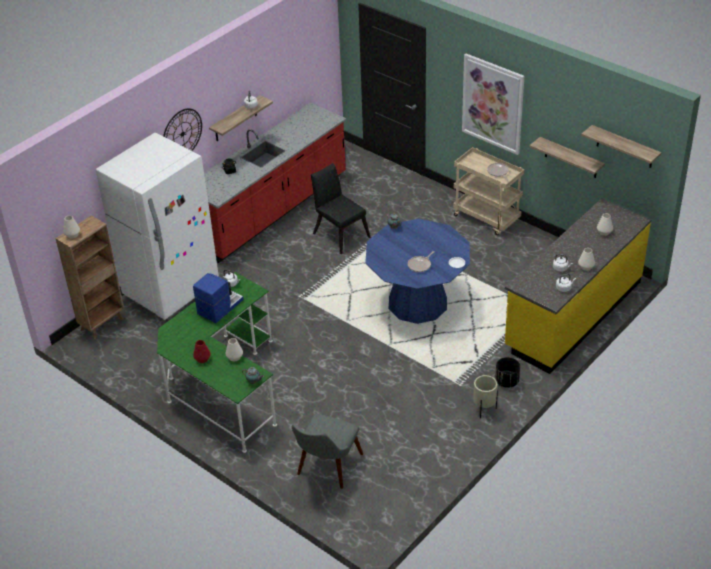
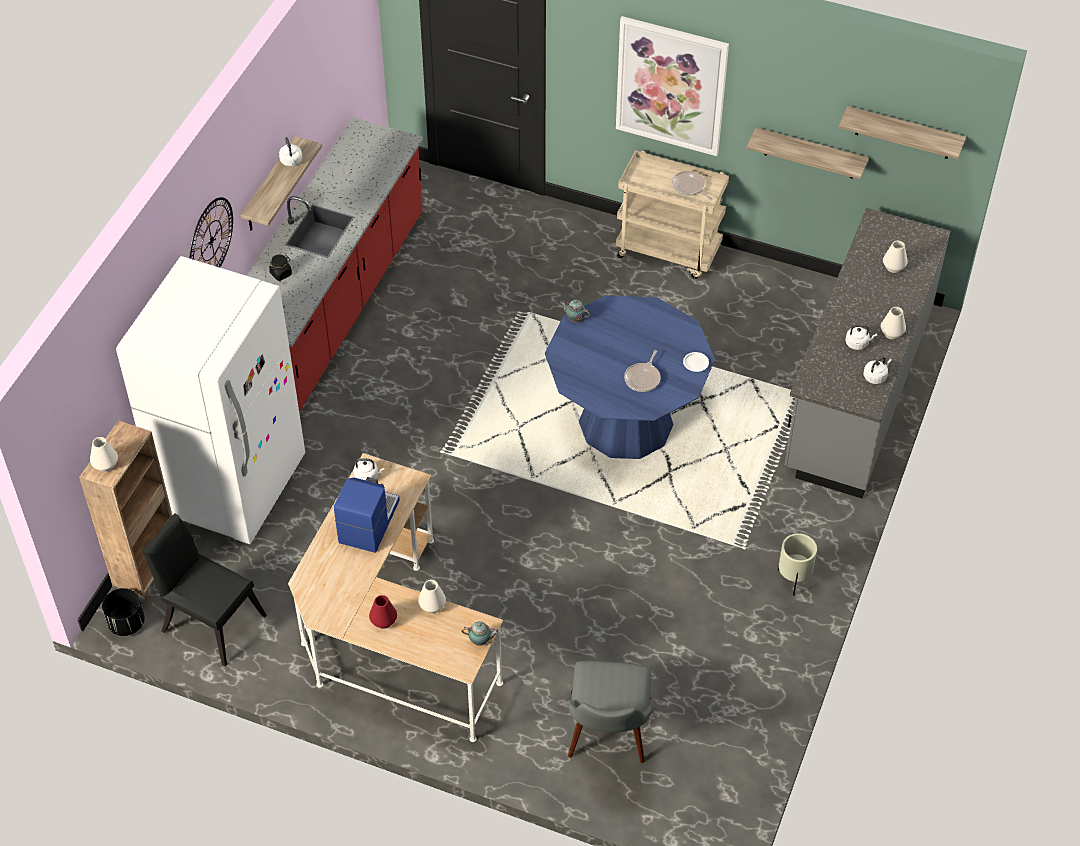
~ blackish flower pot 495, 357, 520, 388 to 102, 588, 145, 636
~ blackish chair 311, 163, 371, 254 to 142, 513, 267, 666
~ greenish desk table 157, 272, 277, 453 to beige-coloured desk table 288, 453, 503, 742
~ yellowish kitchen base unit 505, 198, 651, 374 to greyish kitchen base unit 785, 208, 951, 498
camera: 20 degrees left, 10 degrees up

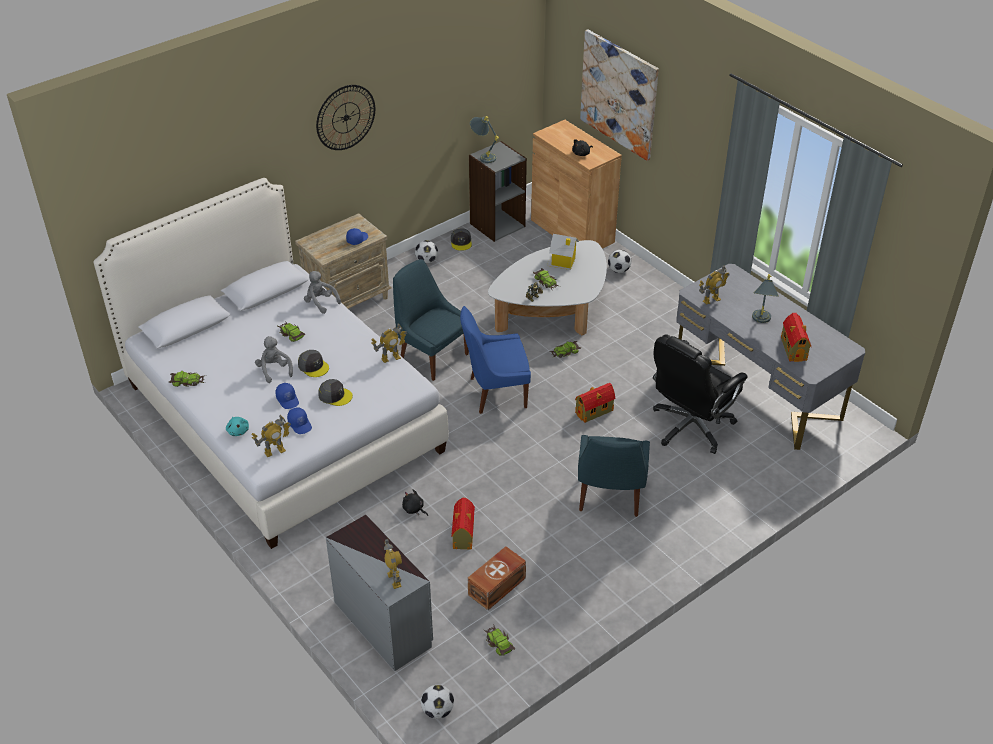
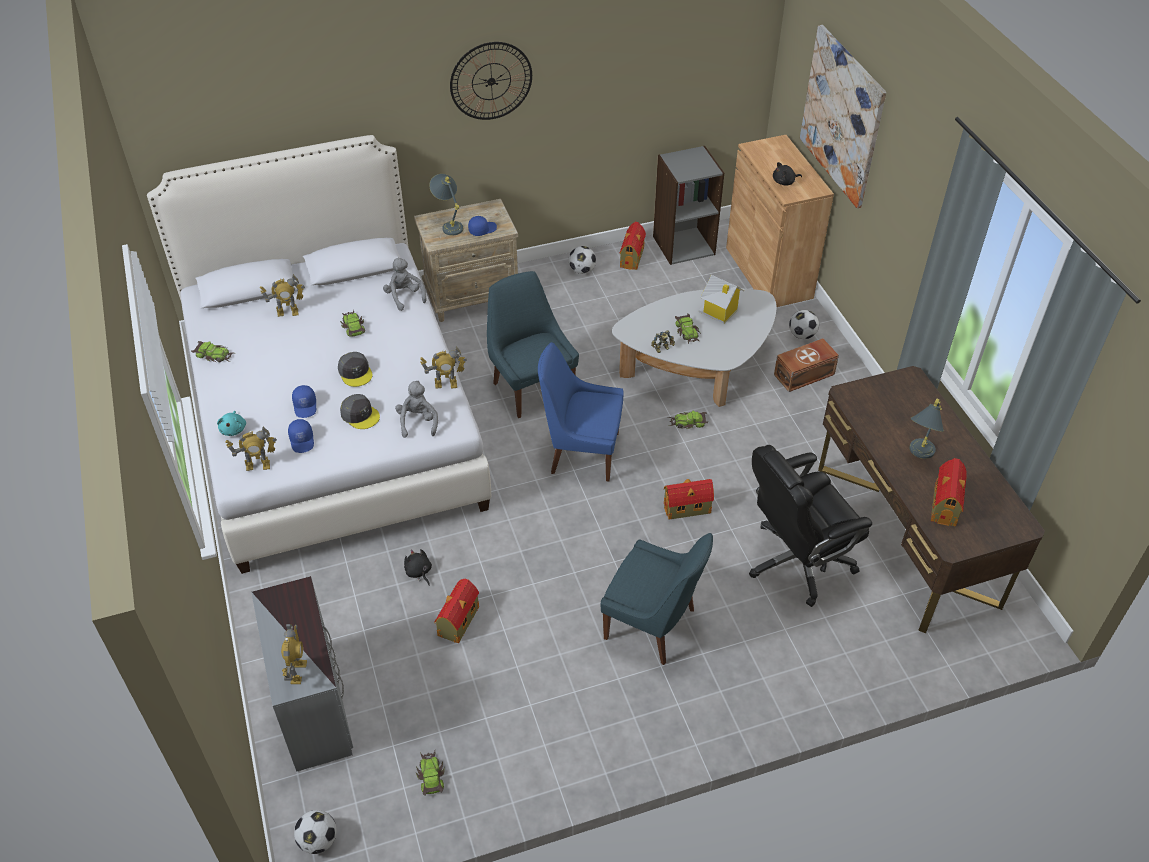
~ model robot 699, 265, 730, 305 to 260, 274, 305, 317
~ greyish soft toy 255, 336, 293, 383 to 395, 380, 438, 438
~ greyish tabletop lamp 470, 116, 499, 163 to 429, 174, 463, 236
~ blue chair 578, 435, 650, 517 = 601, 533, 713, 665 90 degrees counterclockwise
~ greyish peaked cap 451, 229, 472, 251 to model house 620, 222, 646, 270
~ brownish storage container 468, 546, 526, 610 to 774, 338, 839, 392
~ greyish desk table 677, 264, 865, 450 to brownish desk table 818, 366, 1045, 633
camera: 20 degrees right, 5 degrees up

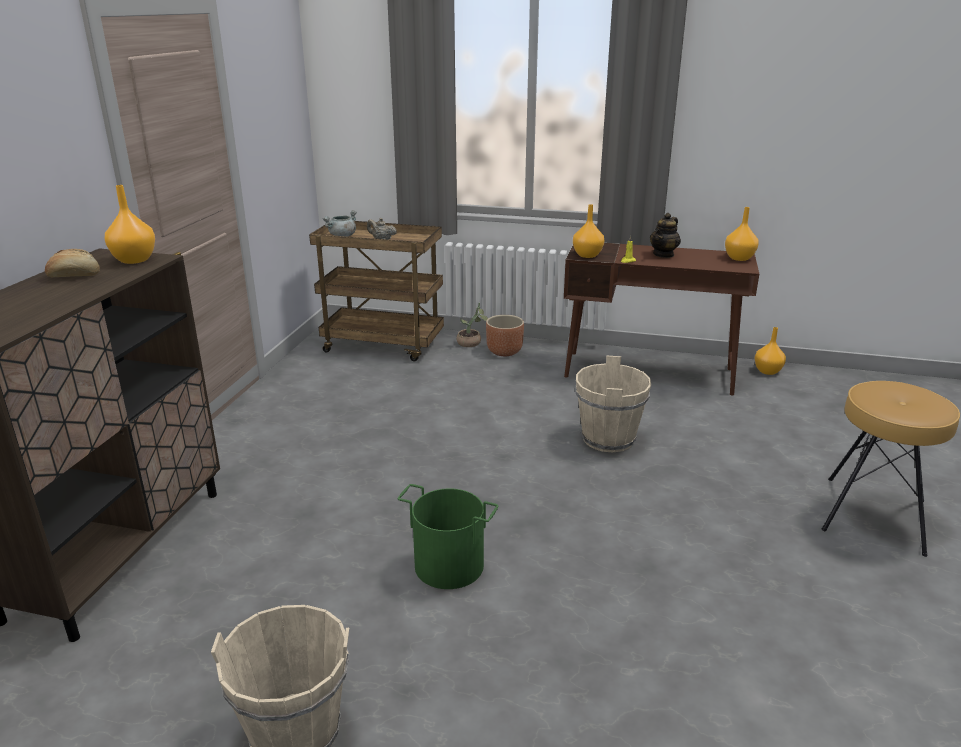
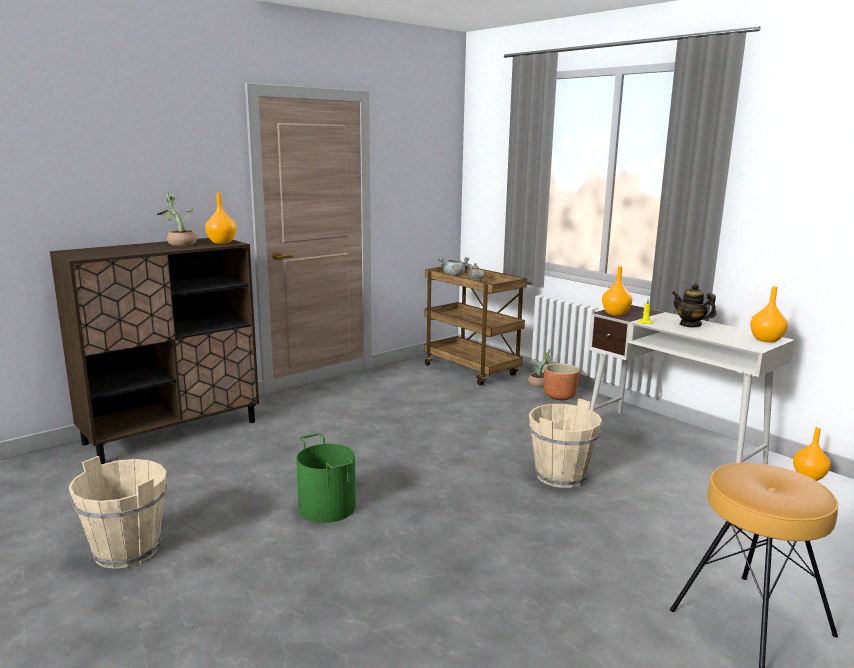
~ baked bread 45, 249, 100, 277 to potted plant 157, 193, 197, 246
~ brownish desk table 564, 243, 759, 395 to whitish desk table 588, 305, 795, 465
~ pot for tea 650, 213, 681, 258 = 672, 283, 716, 327 60 degrees clockwise
camera: 35 degrees right, 10 degrees down

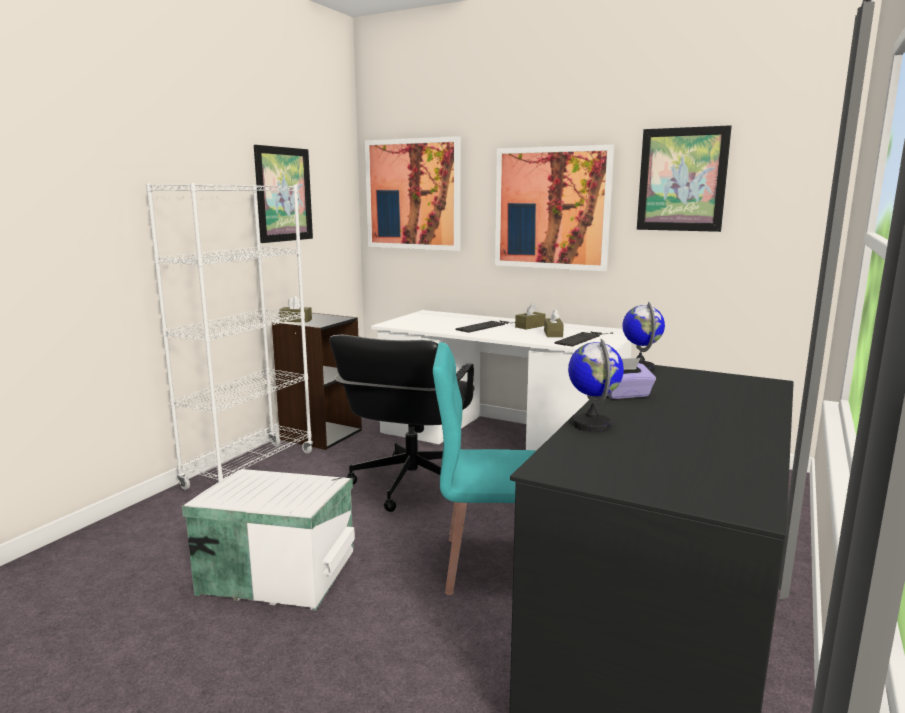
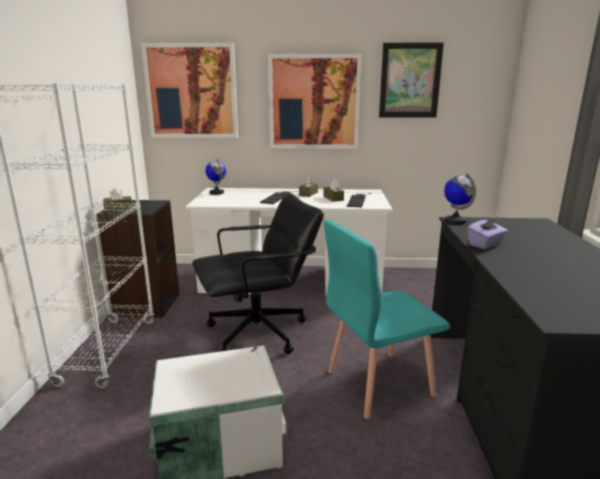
~ blackish computer chair 330, 335, 475, 512 = 192, 193, 324, 354 105 degrees counterclockwise
~ globe 568, 339, 624, 432 to 205, 159, 226, 195
- wall art 254, 145, 313, 243
camera: 25 degrees left, 5 degrees up

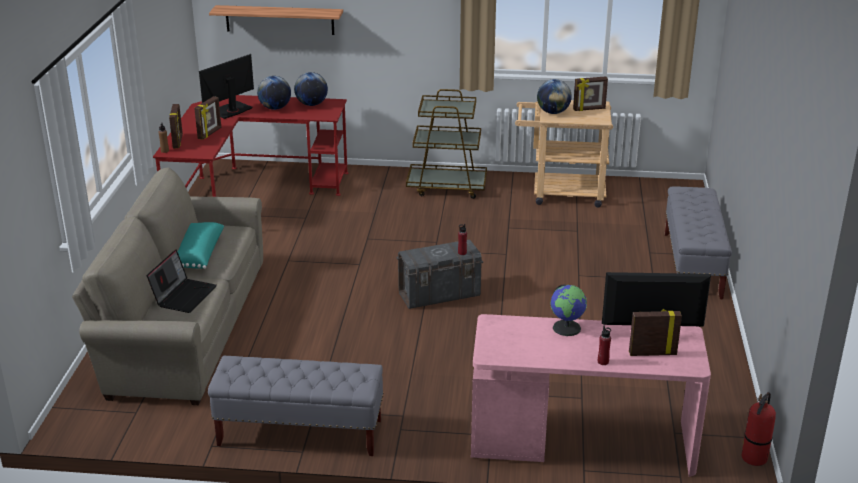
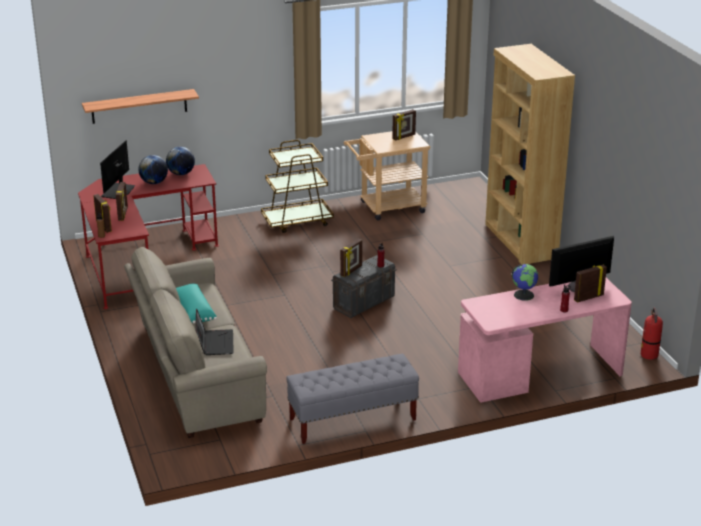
+ photo frame 340, 239, 362, 277
~ greyish bench 665, 187, 732, 299 to brownish bookshelf 485, 44, 575, 265
- globe 537, 79, 572, 114
camera: 25 degrees left, 0 degrees up

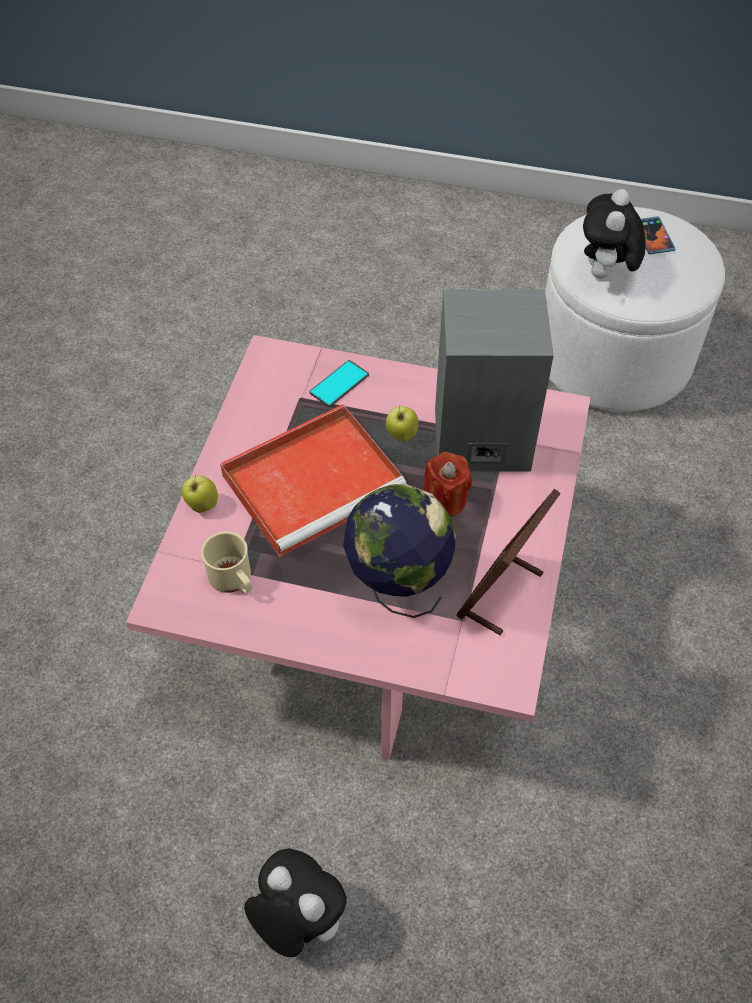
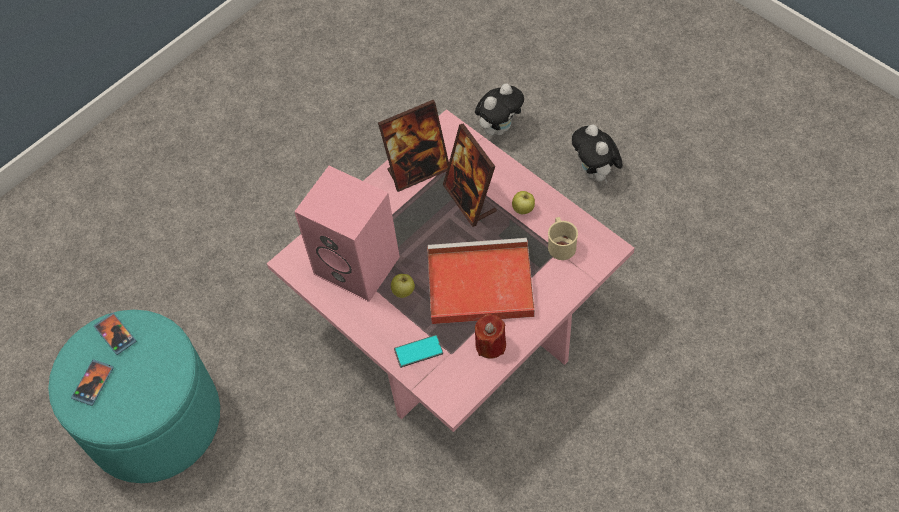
~ whitish footrest 545, 207, 725, 412 to turquoise-coloured footrest 48, 310, 220, 483
+ phone 94, 312, 136, 355
~ greyish loudspeaker 435, 290, 554, 471 to pinkish loudspeaker 294, 166, 400, 302
~ globe 343, 484, 456, 618 to photo frame 443, 124, 497, 227
~ soft toy 583, 189, 646, 278 to 475, 83, 524, 136
~ red candle 423, 452, 472, 517 to 475, 314, 506, 359
~ whole apple 182, 476, 218, 513 to 512, 191, 535, 214
camera: 145 degrees left, 5 degrees up

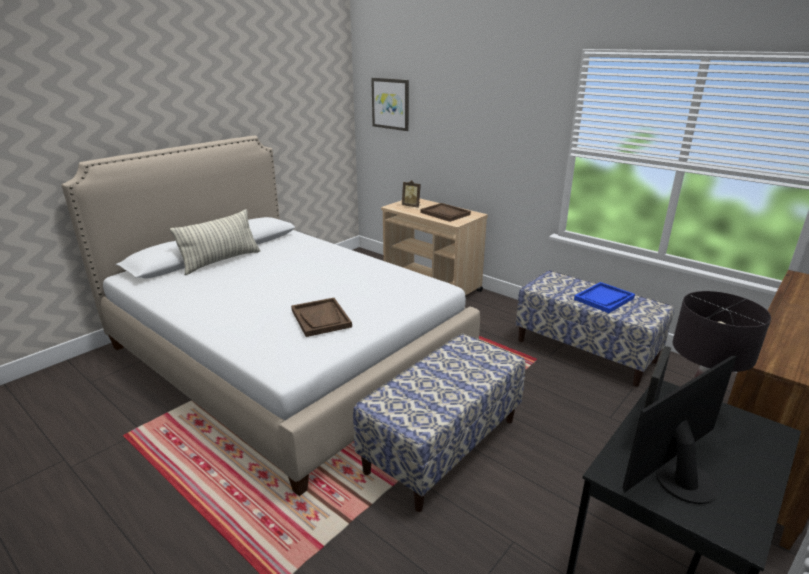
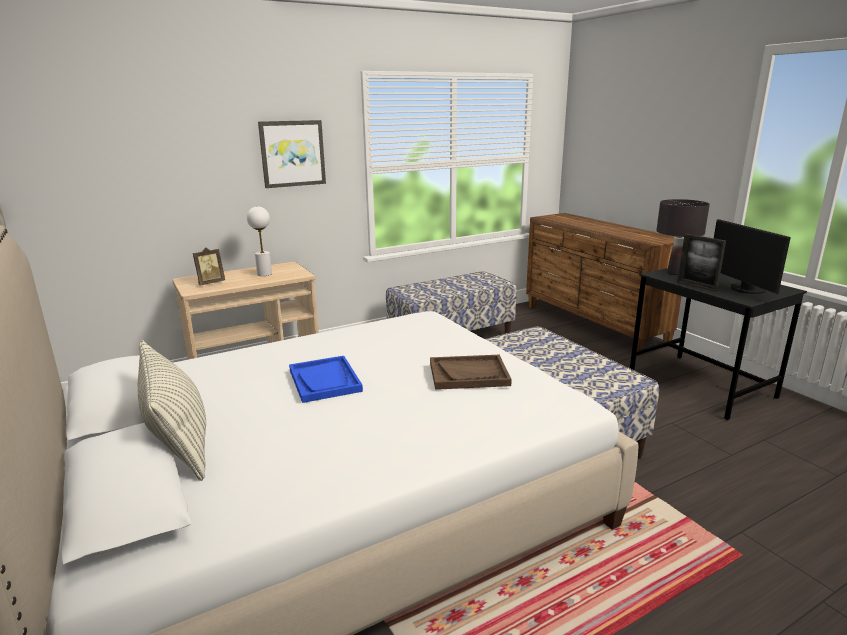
~ brownish tray 420, 203, 471, 222 to whitish tabletop lamp 247, 206, 272, 276
~ wall art 371, 78, 409, 131 to 258, 120, 326, 188
~ blue tray 574, 282, 635, 313 to 289, 356, 363, 403
camera: 70 degrees left, 5 degrees down

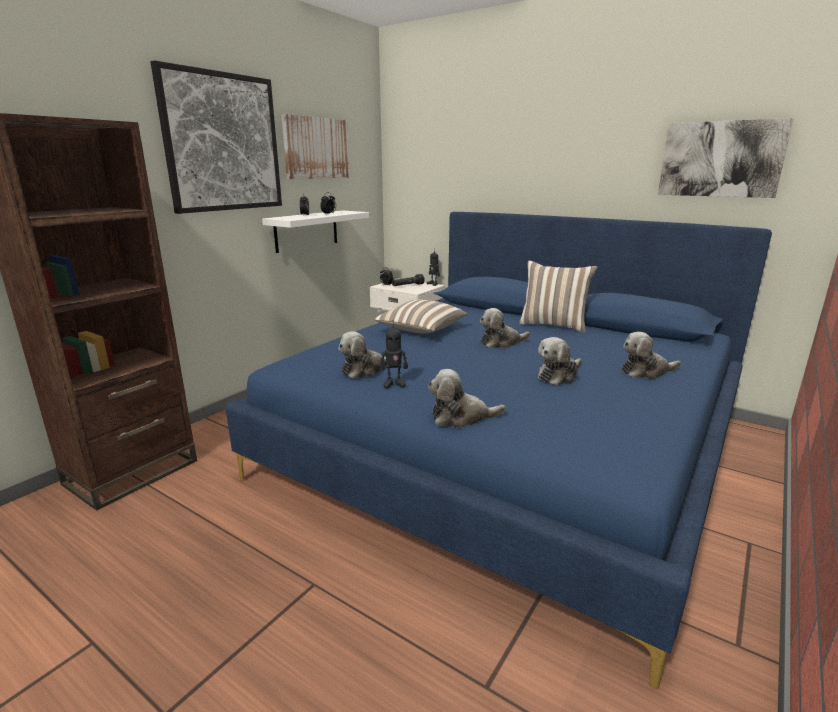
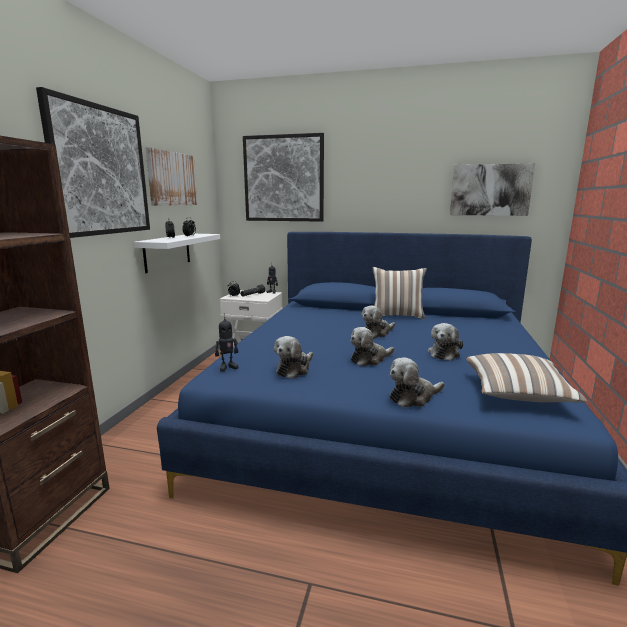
~ model robot 380, 320, 408, 389 to 215, 313, 238, 372
+ wall art 243, 133, 324, 222
~ soft toy 621, 332, 681, 379 to 350, 327, 394, 366
~ cushion 374, 299, 467, 333 to 466, 353, 587, 402
camera: 20 degrees left, 5 degrees down

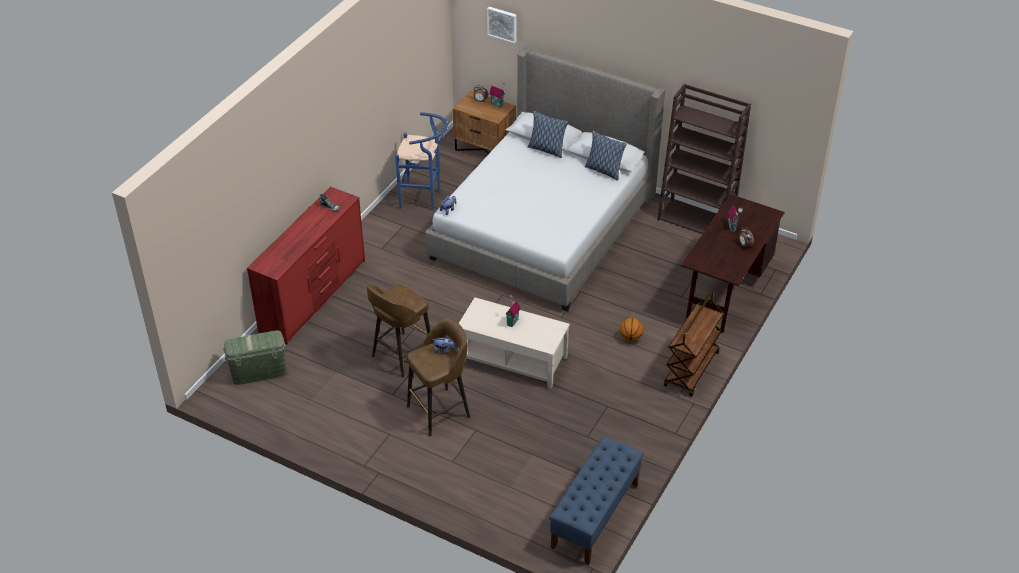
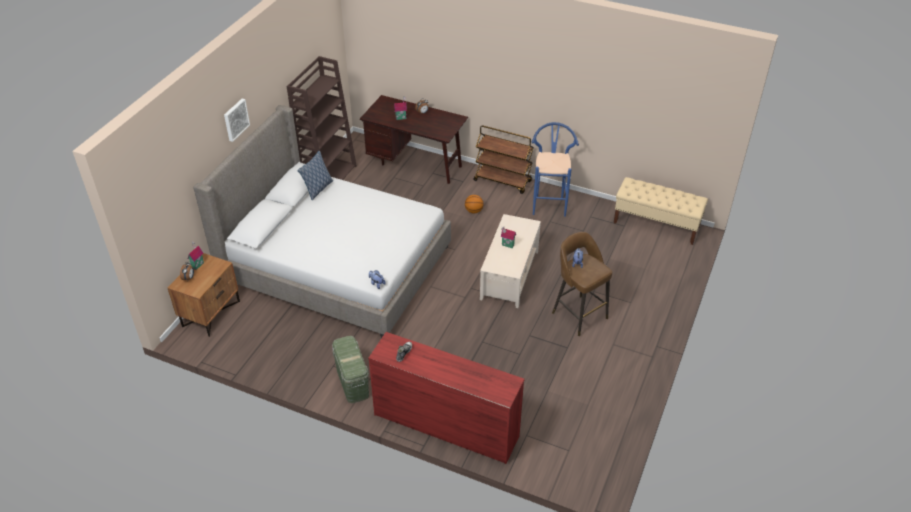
~ wall art 487, 7, 517, 43 to 224, 98, 250, 142
~ greenish storage container 223, 331, 287, 385 to 332, 336, 369, 403
~ blue stool 395, 112, 448, 210 to 532, 122, 579, 217
~ blue bench 549, 437, 643, 565 to beige-coloured bench 614, 177, 708, 245
- brownish stool 367, 284, 430, 378
- cushion 528, 111, 568, 158
camera: 95 degrees left, 0 degrees up

